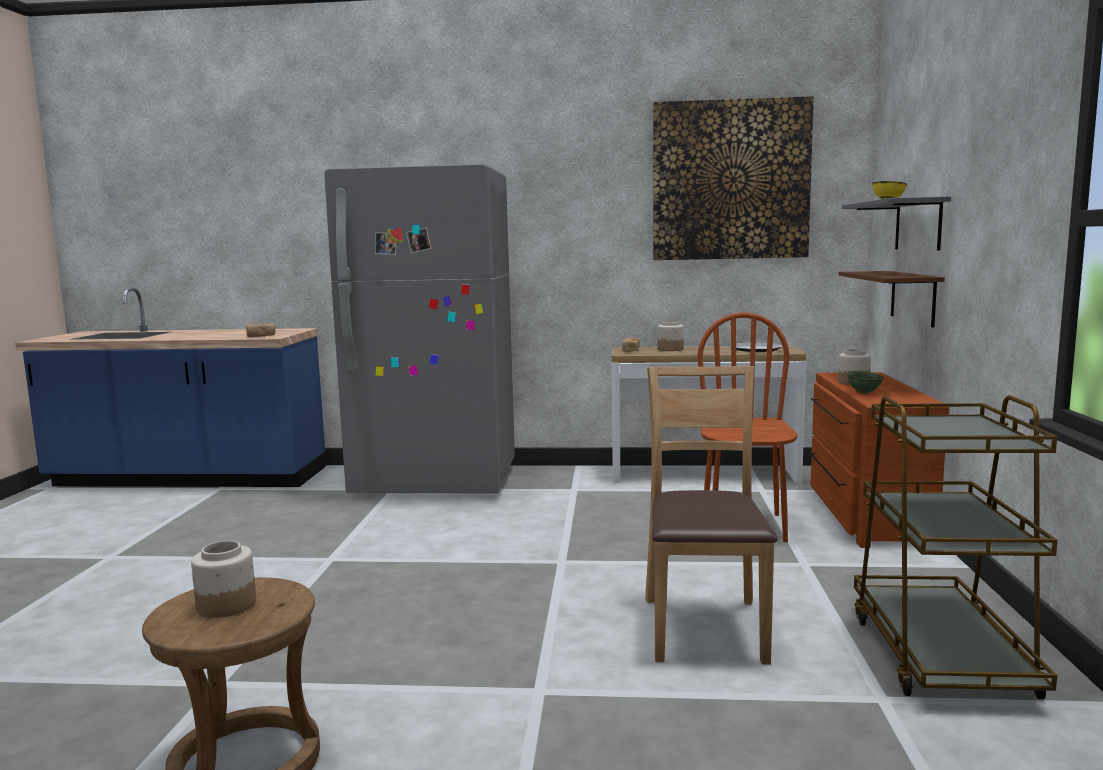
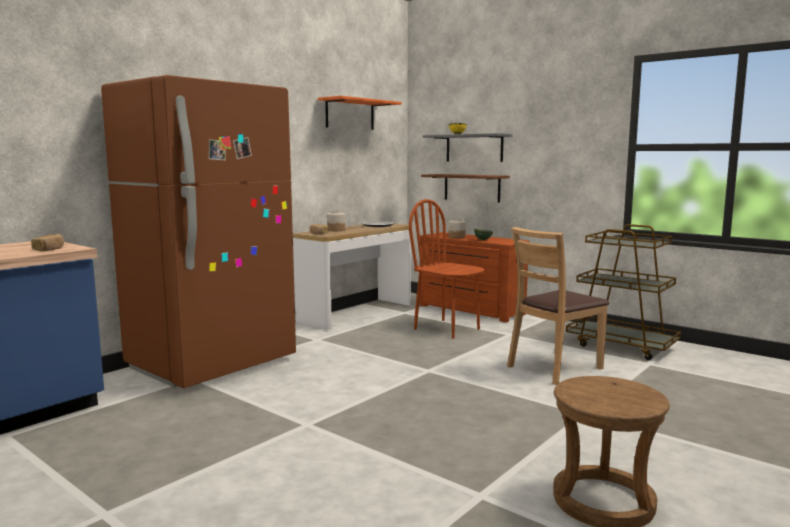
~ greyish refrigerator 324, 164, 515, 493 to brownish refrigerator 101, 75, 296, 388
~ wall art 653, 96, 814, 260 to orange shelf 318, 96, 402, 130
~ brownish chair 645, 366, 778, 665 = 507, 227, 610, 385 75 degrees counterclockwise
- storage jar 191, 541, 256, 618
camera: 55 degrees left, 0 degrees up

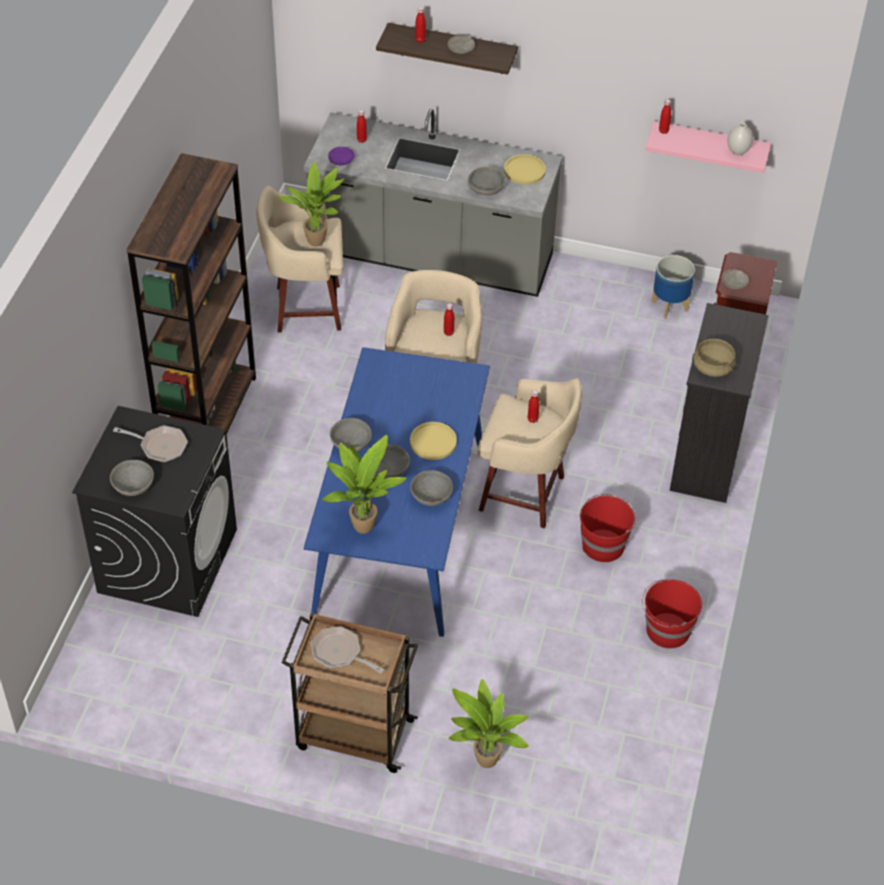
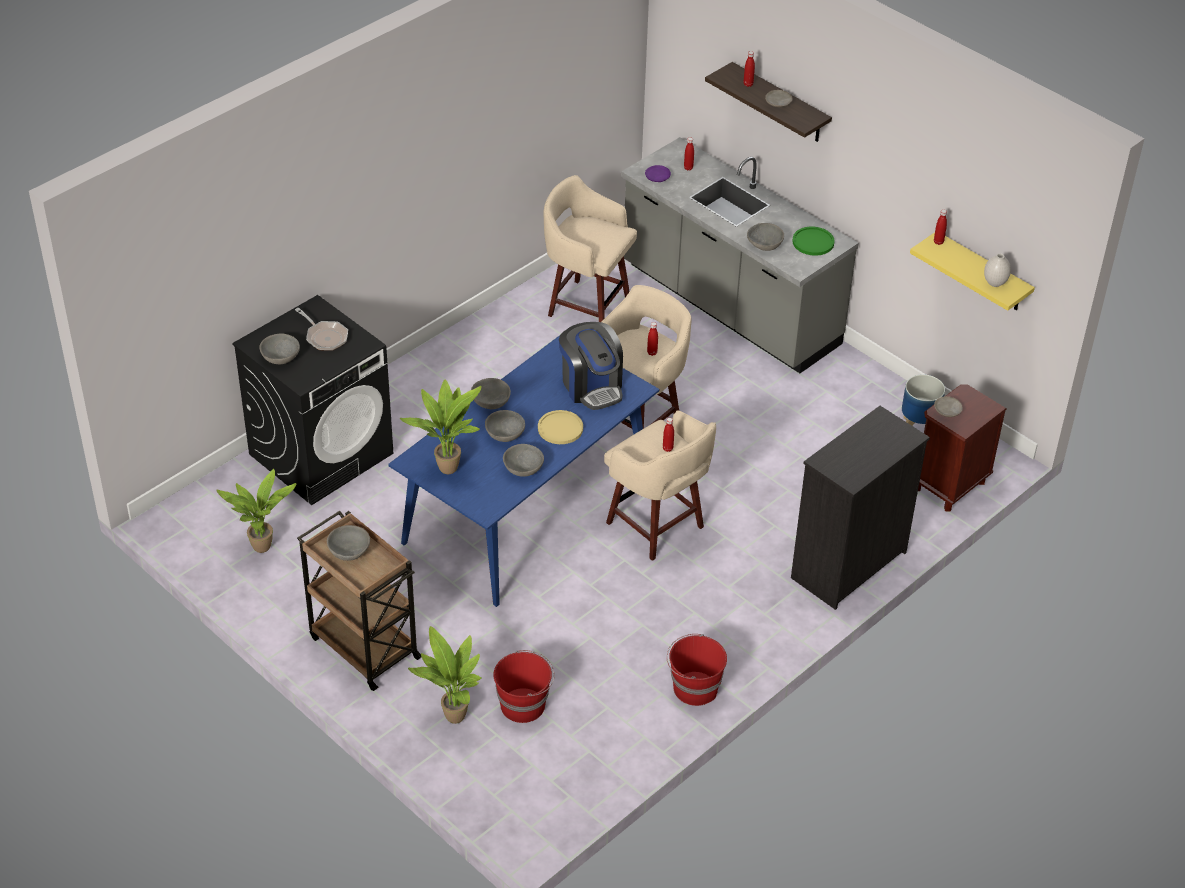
~ potted plant 277, 162, 344, 246 to 216, 469, 296, 553
~ pan 311, 626, 384, 674 to greyish bowl 327, 525, 370, 561
~ red bucket 580, 494, 637, 562 to 494, 650, 555, 723
+ coffee machine 559, 322, 623, 410
~ yellowish flat dish 504, 154, 546, 185 to greenish flat dish 792, 227, 835, 256
~ pinkish shelf 645, 121, 771, 173 to yellowish shelf 910, 233, 1035, 311
- brownish bookshelf 126, 153, 256, 434
- beige-coloured saucepot 693, 339, 736, 377
camera: 30 degrees right, 5 degrees down

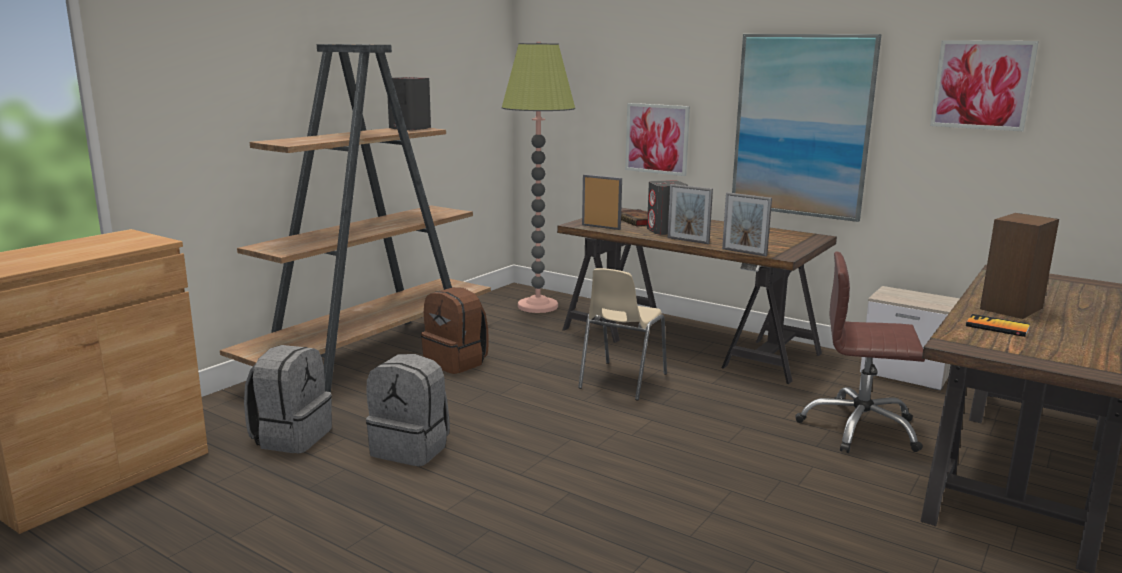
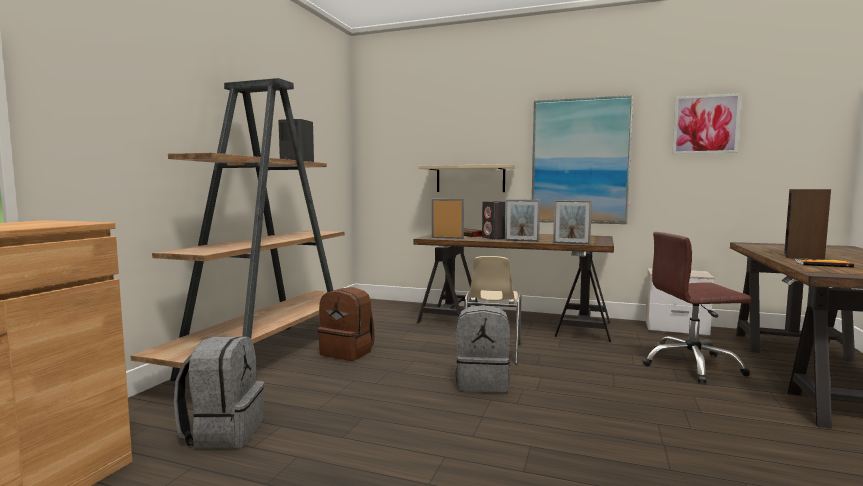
~ wall art 625, 103, 690, 176 to beige-coloured shelf 418, 164, 515, 192
~ greyish rucksack 366, 354, 450, 466 to 455, 305, 511, 393
- standard lamp 502, 42, 575, 313
camera: 15 degrees left, 10 degrees down

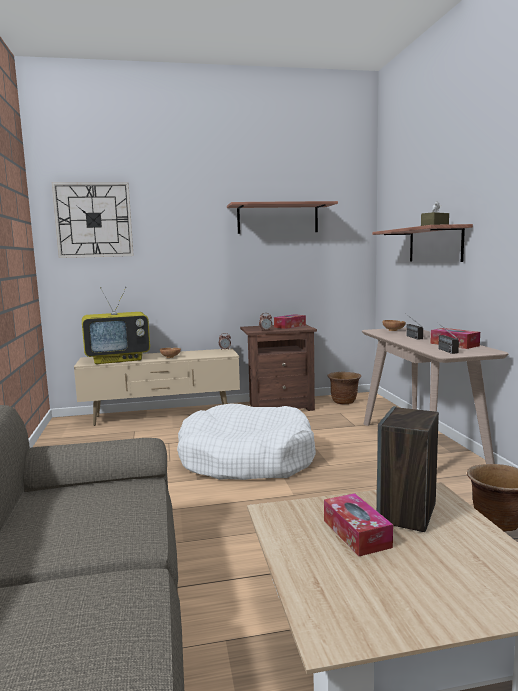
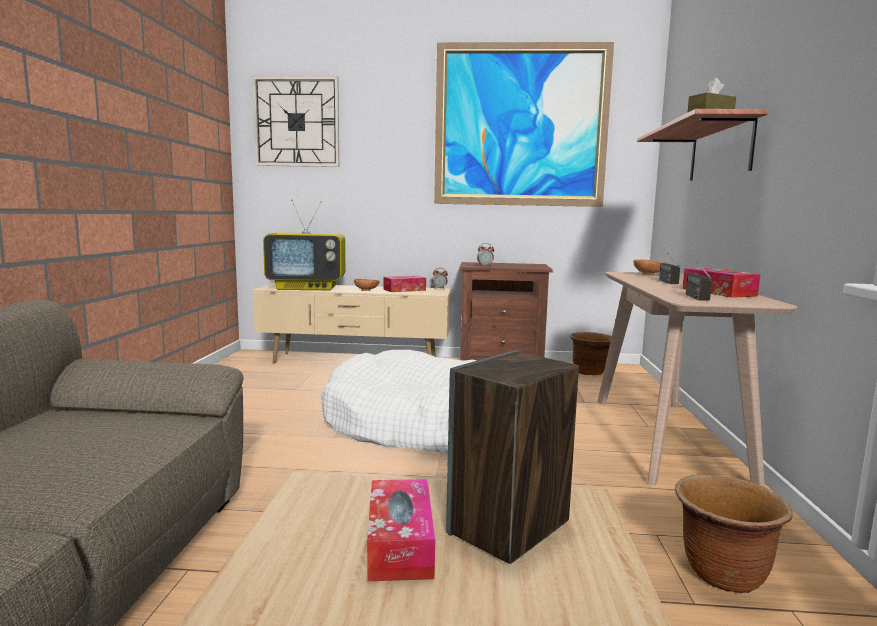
~ box of tissues 274, 314, 306, 329 to 384, 276, 426, 292
~ shelf 227, 201, 338, 234 to wall art 434, 42, 614, 207
camera: 15 degrees right, 0 degrees up

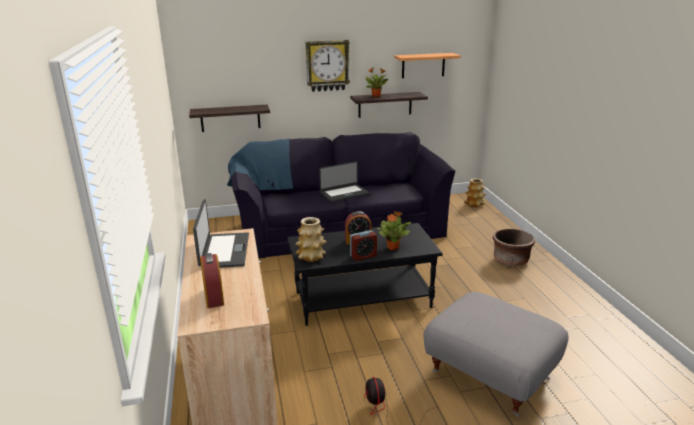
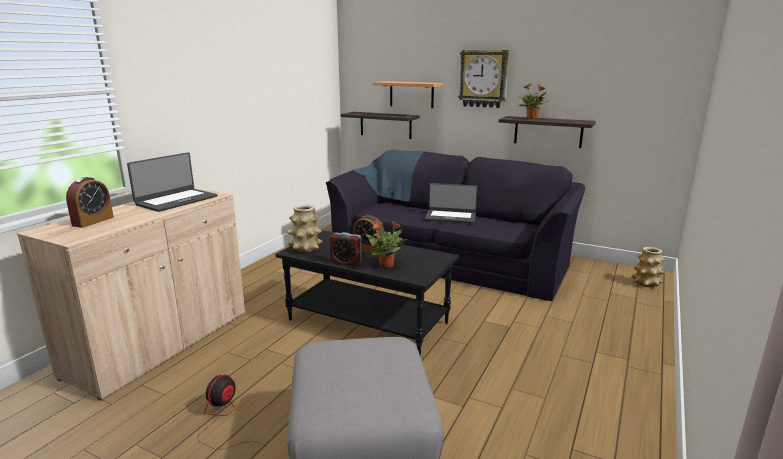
~ shelf 394, 53, 461, 78 to 373, 81, 443, 108
- brownish flower pot 493, 229, 535, 267
camera: 40 degrees right, 5 degrees down

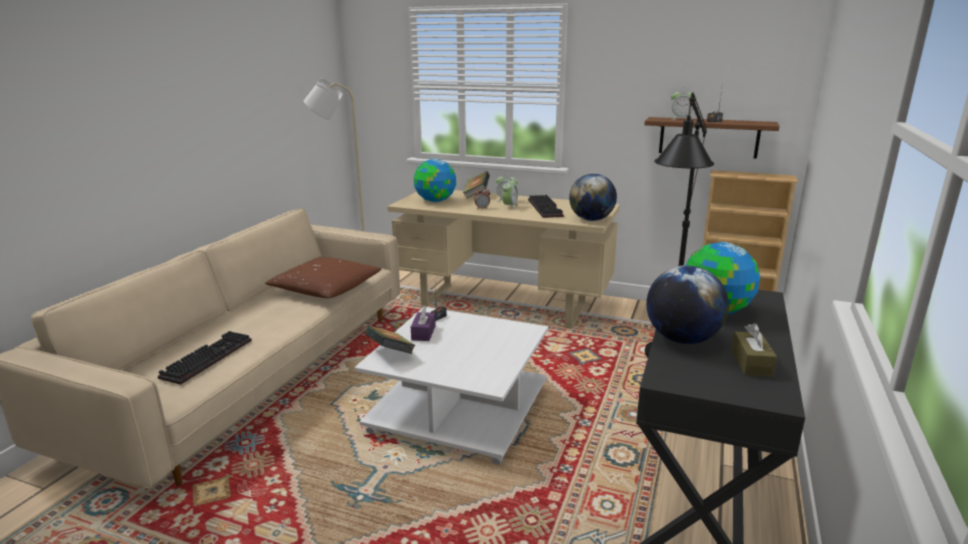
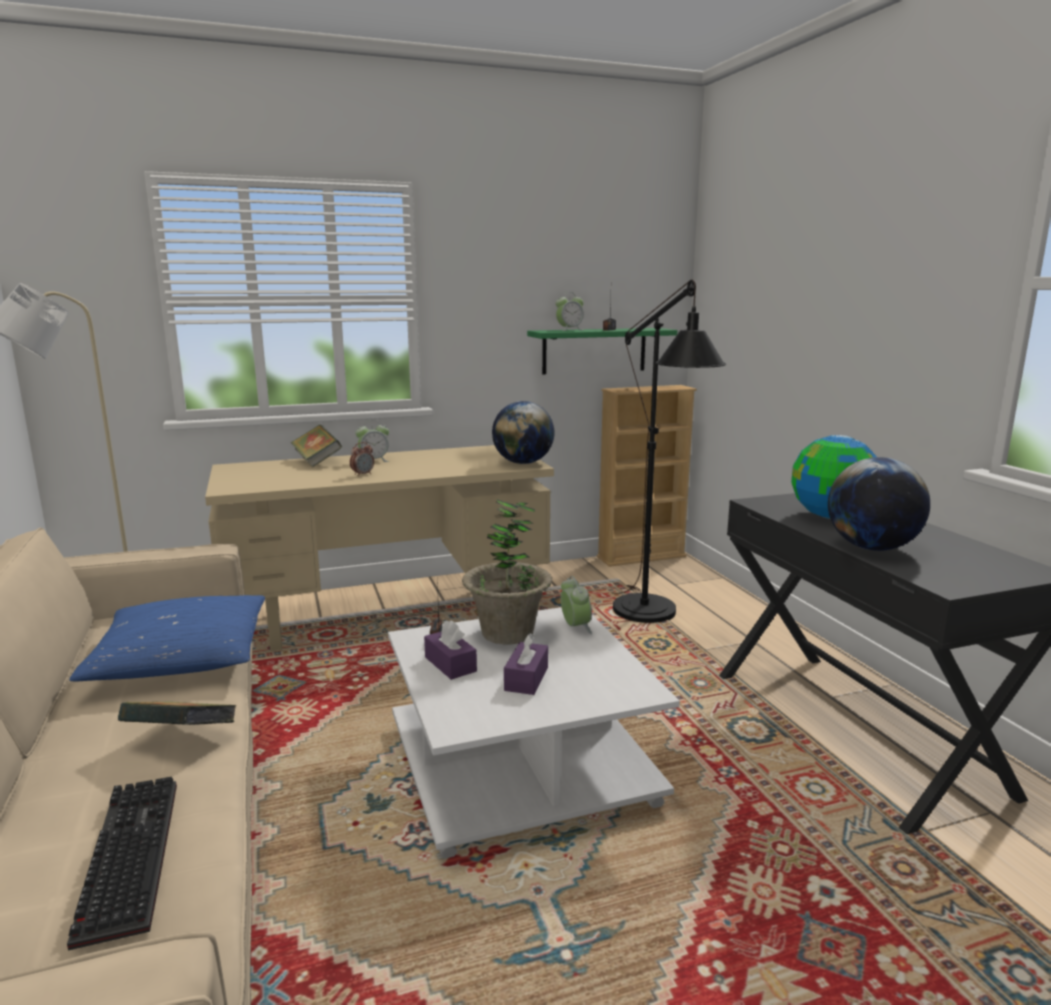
~ brownish cushion 265, 257, 381, 298 to blue cushion 69, 595, 265, 681
~ bound book 365, 326, 416, 354 to 118, 701, 237, 725
+ potted plant 462, 499, 552, 644
+ purple-coloured box of tissues 504, 633, 548, 695
~ brownish shelf 645, 117, 780, 159 to greenish shelf 527, 328, 677, 374
~ bedside clock 502, 178, 518, 210 to 560, 576, 592, 634
- globe 414, 159, 456, 202
- computer keyboard 528, 195, 564, 218
- brownish box of tissues 731, 323, 777, 377
camera: 40 degrees left, 5 degrees down

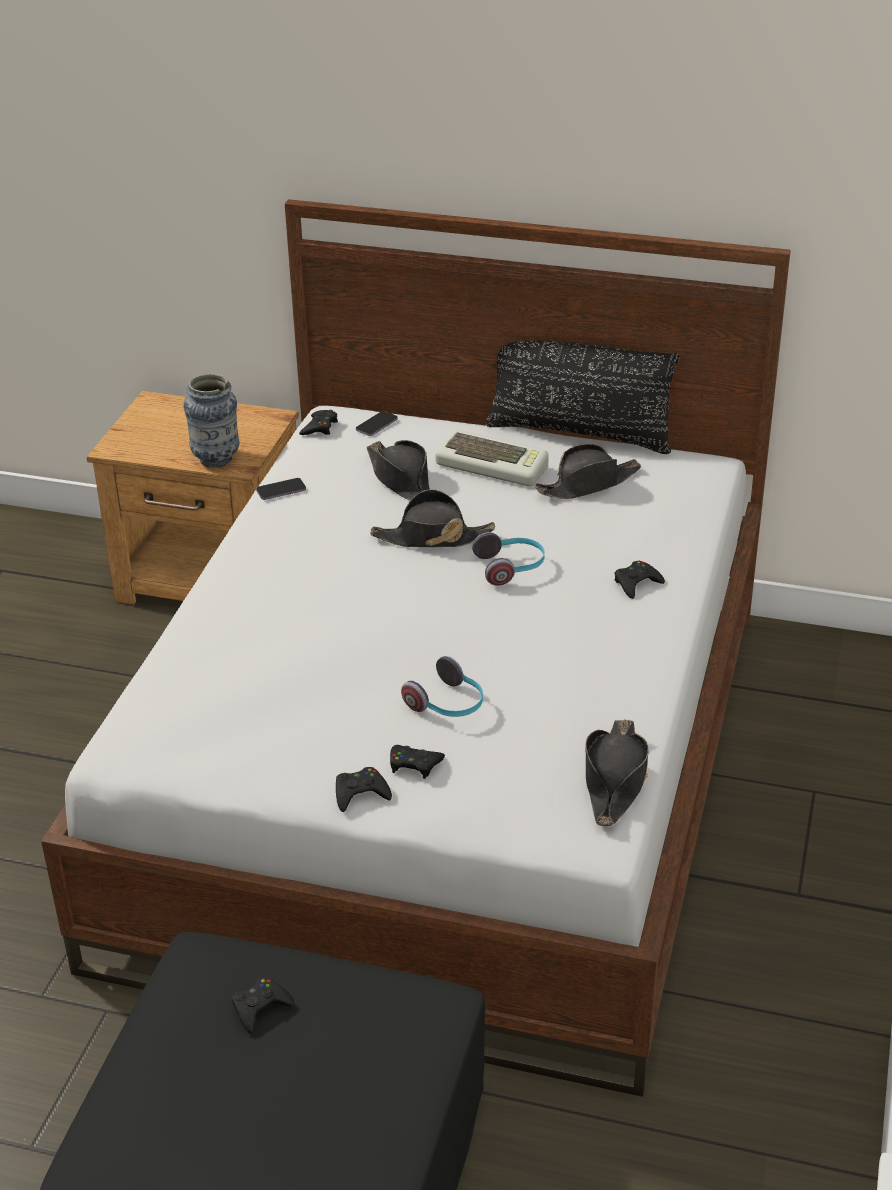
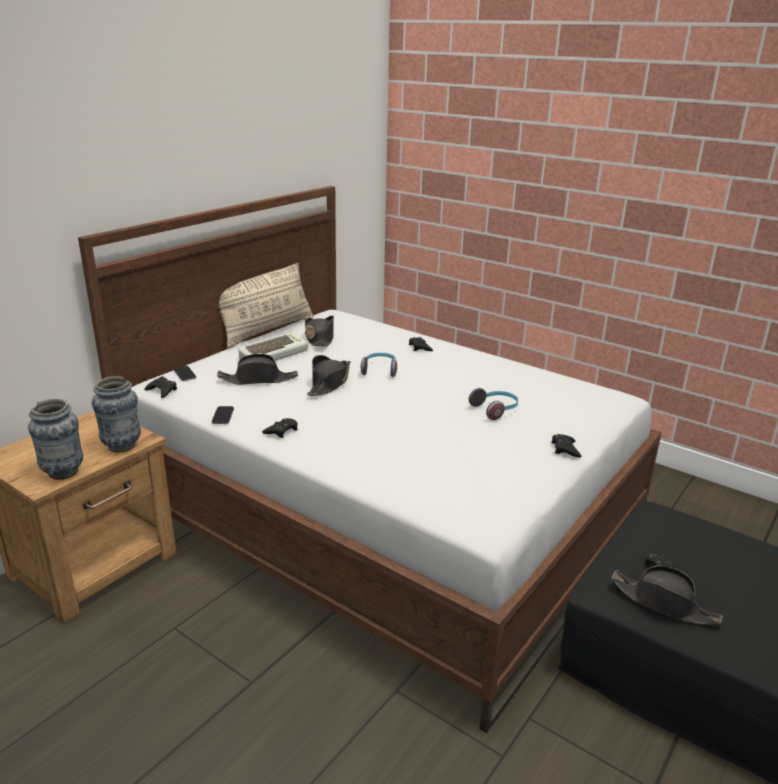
+ flower vase 28, 398, 83, 480
~ blackish cushion 486, 341, 680, 454 to beige-coloured cushion 219, 263, 314, 349
~ blackish gamepad 390, 745, 445, 779 to 262, 418, 298, 438
~ blackish wearable hat 585, 719, 648, 826 to 611, 565, 723, 625
camera: 70 degrees left, 10 degrees down

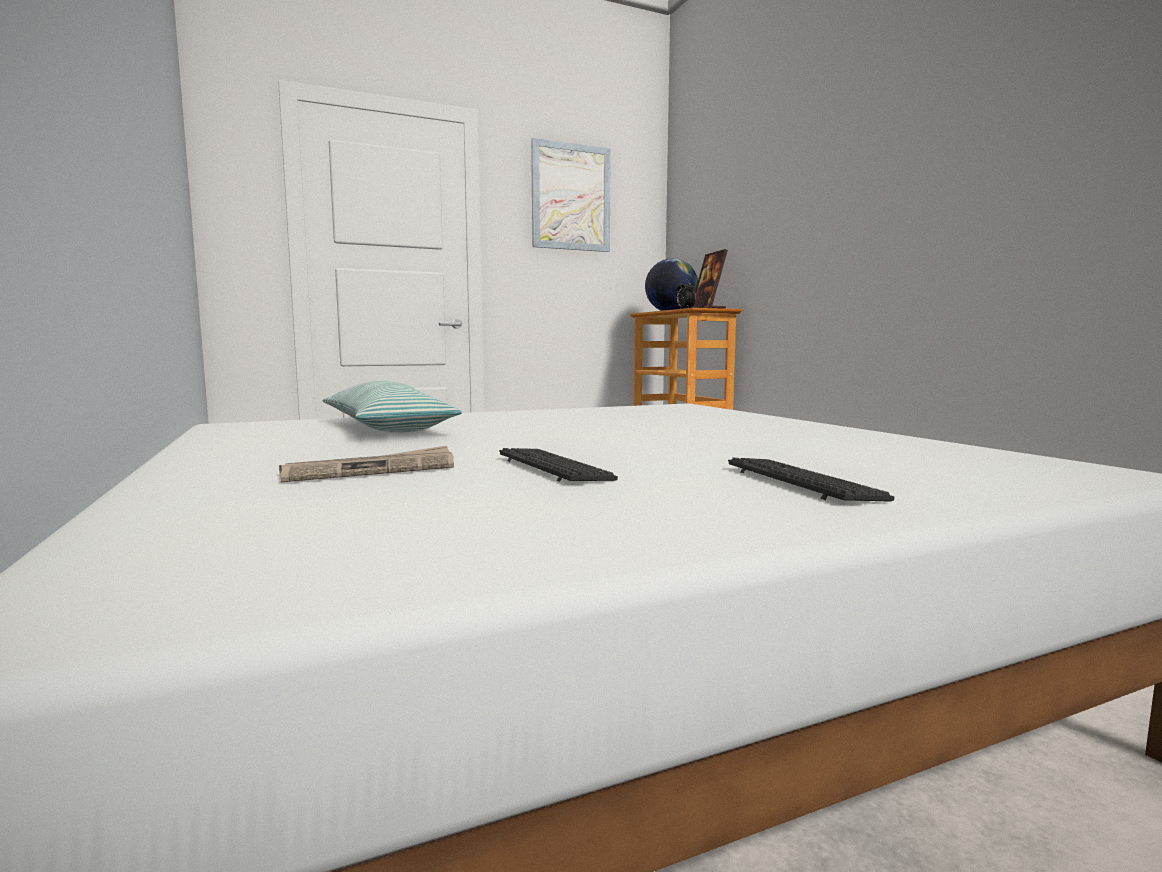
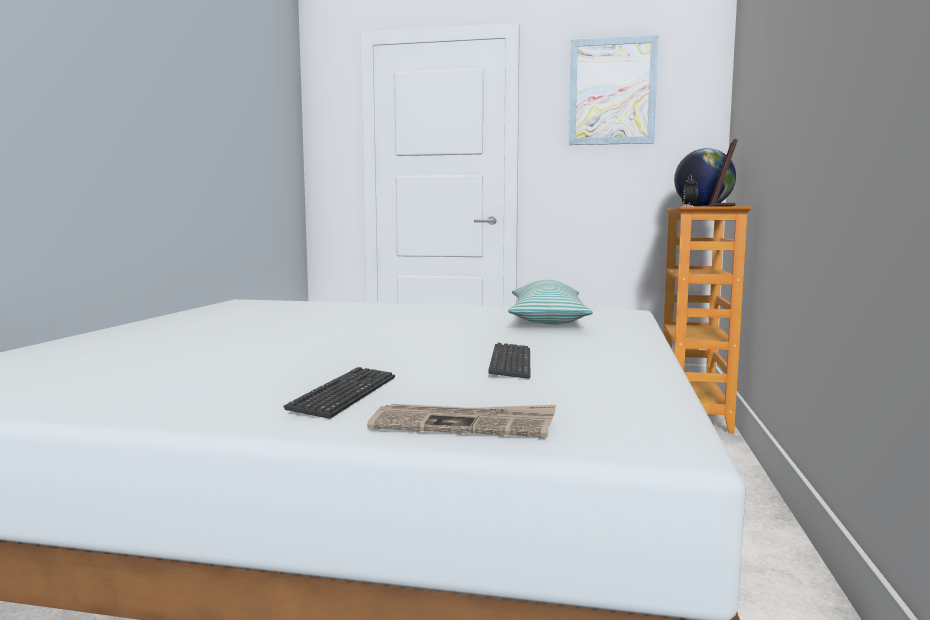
~ newspaper 279, 445, 454, 482 to 367, 404, 556, 437
~ computer keyboard 499, 448, 618, 482 to 488, 343, 530, 379
~ cushion 323, 381, 462, 432 to 508, 280, 593, 325
camera: 35 degrees right, 0 degrees up

